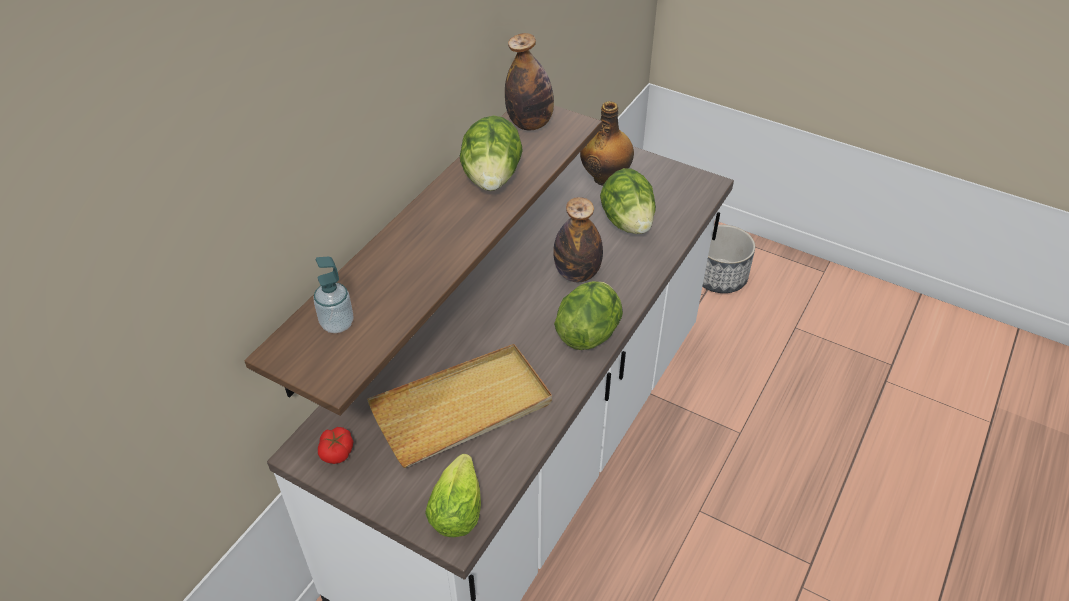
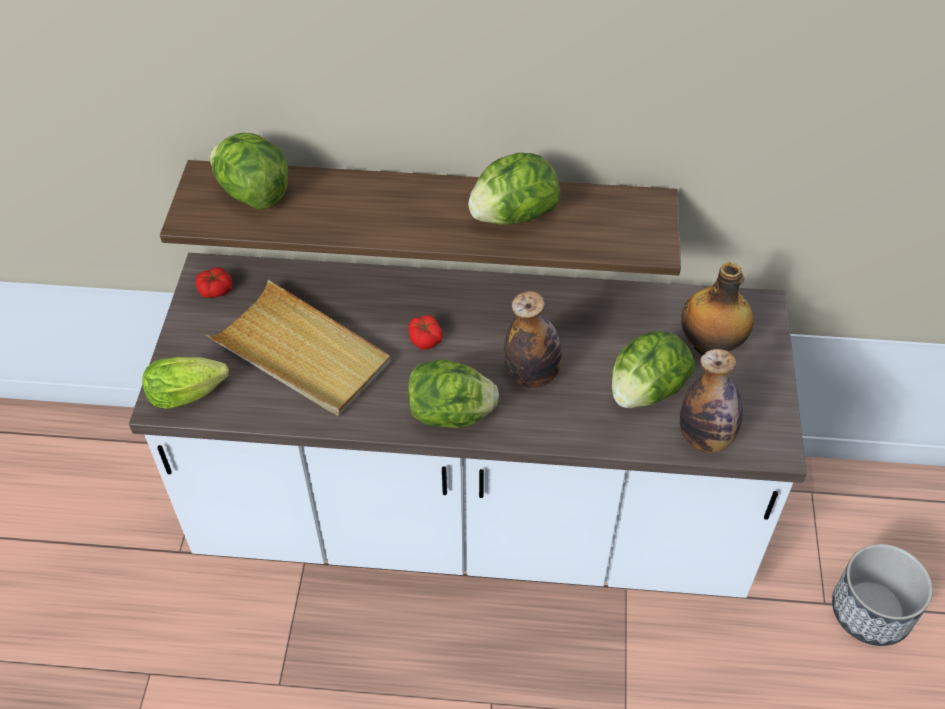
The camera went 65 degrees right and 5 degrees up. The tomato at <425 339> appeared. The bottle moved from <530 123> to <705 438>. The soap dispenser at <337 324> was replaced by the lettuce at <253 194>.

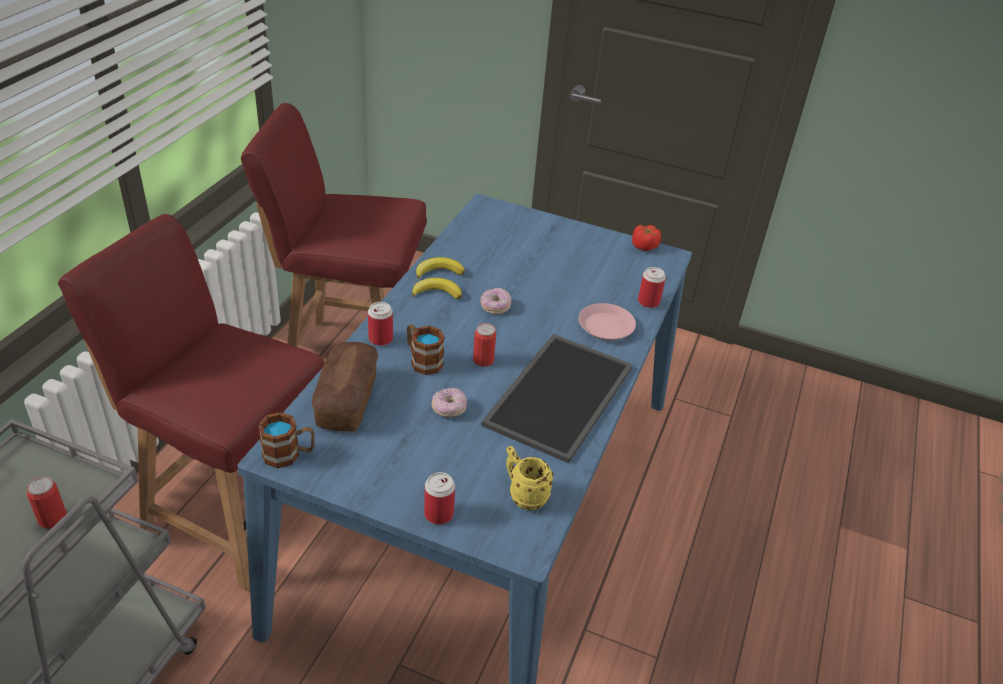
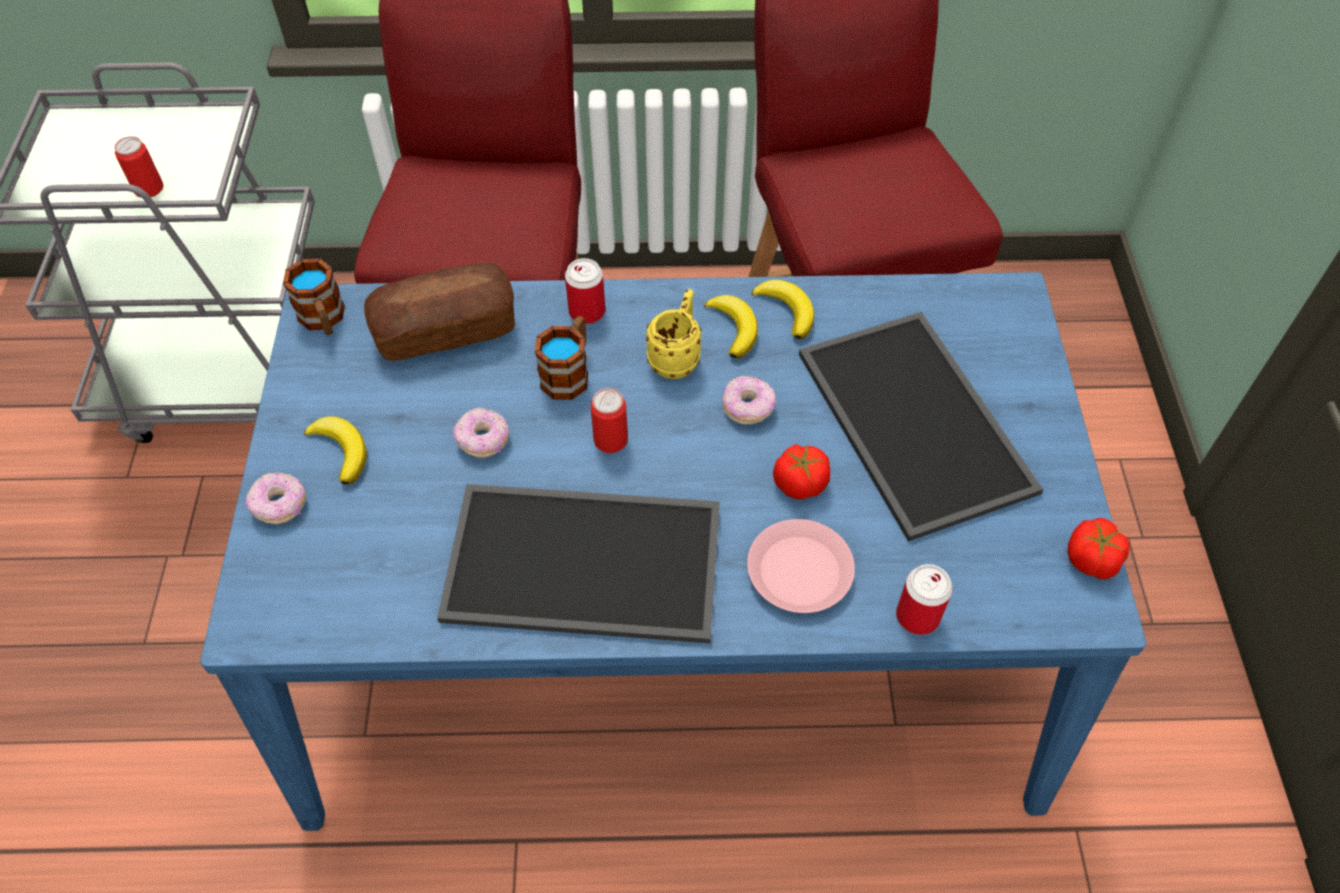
The camera went 70 degrees right and 15 degrees up. The banana at <341 450> appeared. The tomato at <799 483> appeared. The tray at <919 422> appeared. The yellow mug moved from <523 494> to <677 357>. The can at <438 514> was replaced by the donut at <280 505>.

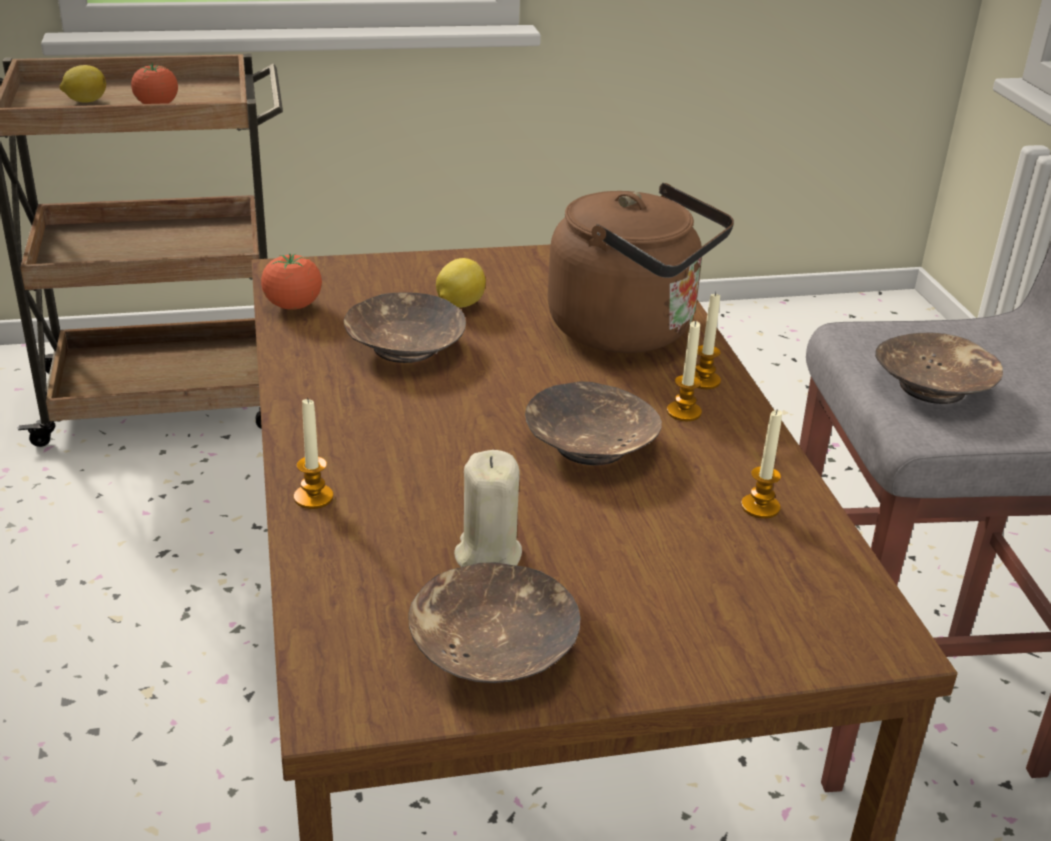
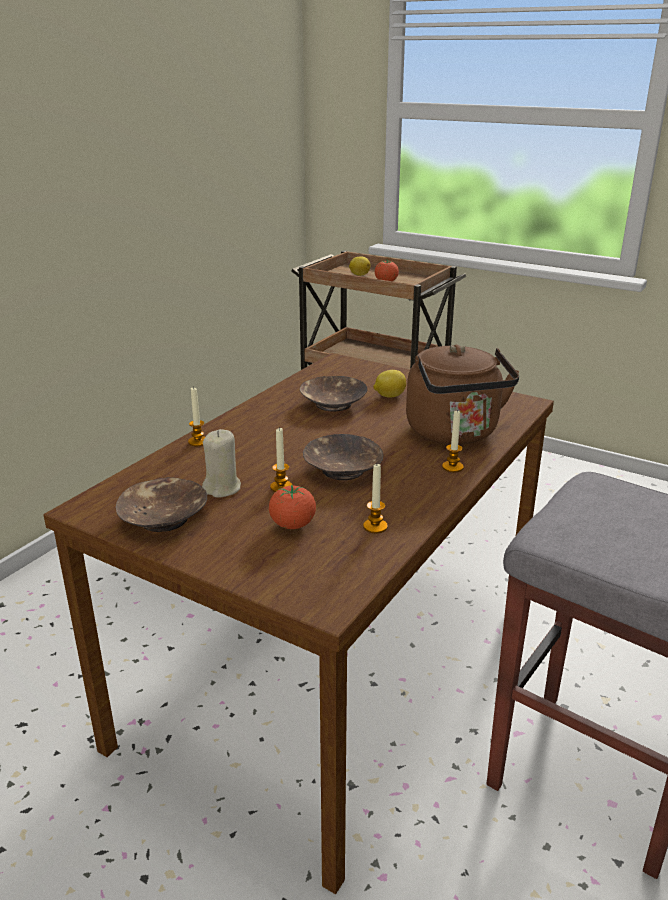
The camera went 45 degrees right and 5 degrees down. The brown bowl at <933 387> disappeared. The tomato moved from <293 306> to <292 525>. The candle moved from <684 412> to <281 487>.

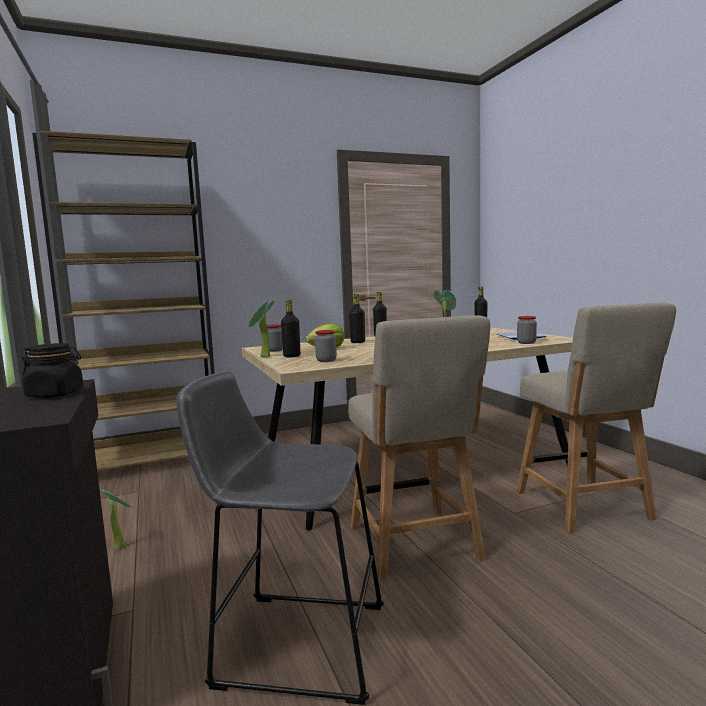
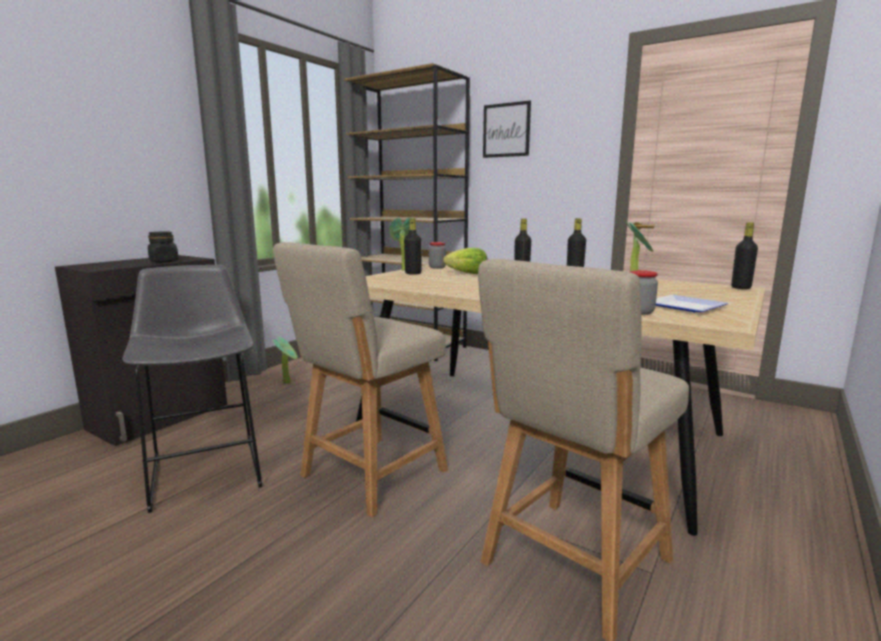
The camera went 55 degrees right and 5 degrees up. The jar at <326 360> disappeared. The picture at <506 130> appeared.

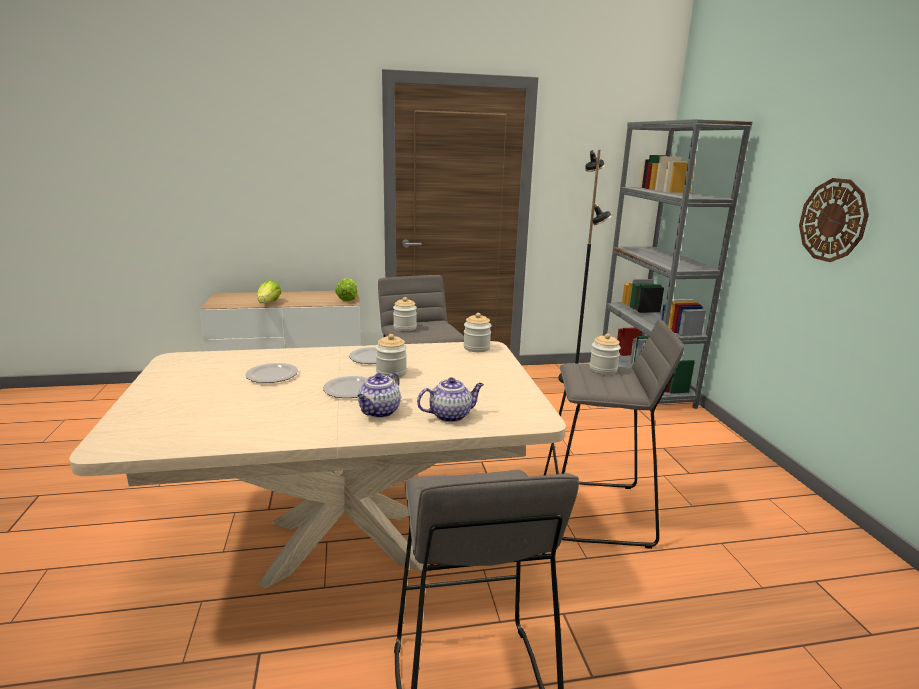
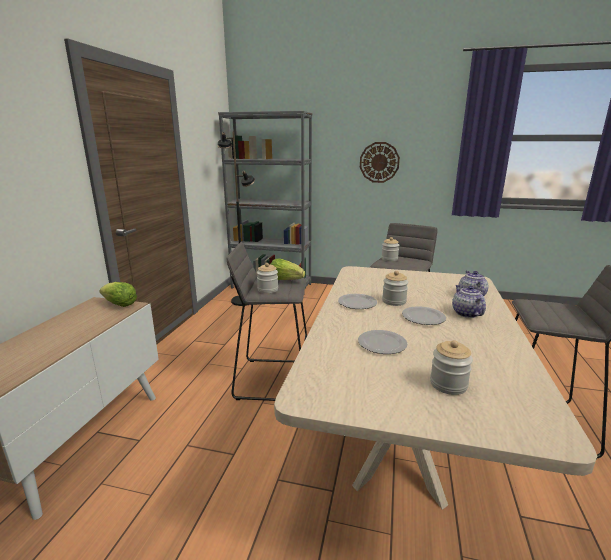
The camera went 65 degrees left and 0 degrees up. The lettuce moved from <268 303> to <285 280>. The jar moved from <476 348> to <448 384>. The teapot at <379 412> turned 150 degrees counterclockwise.

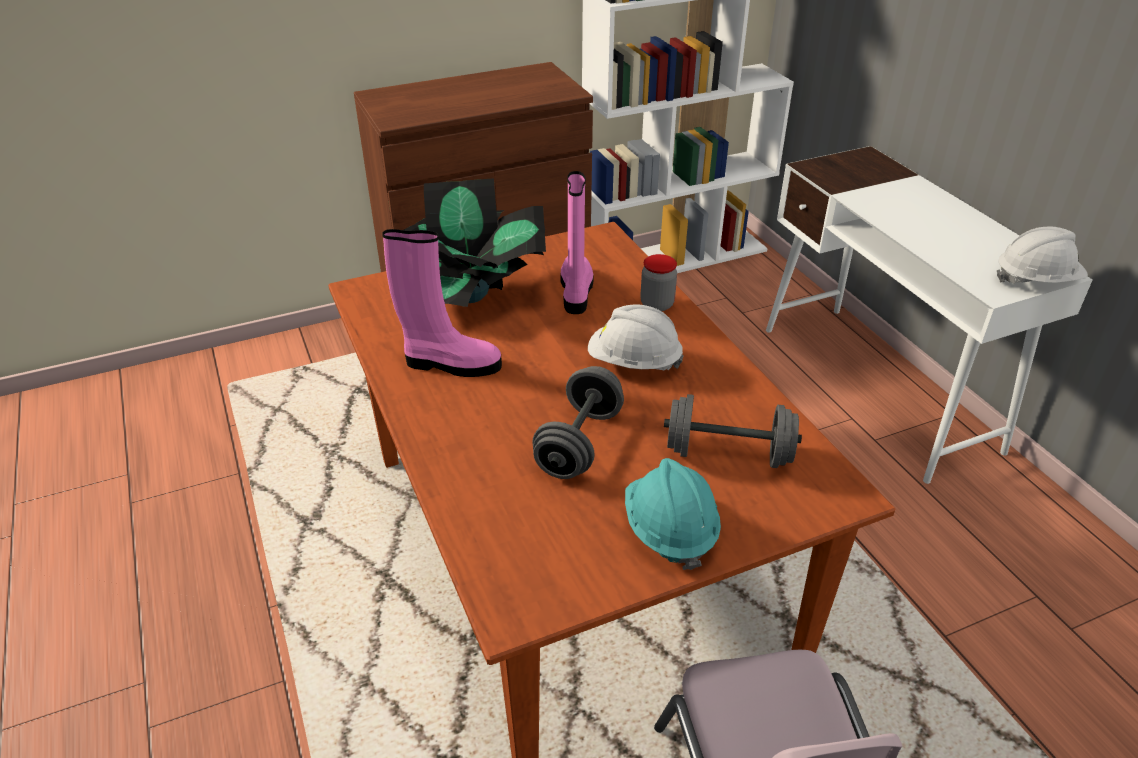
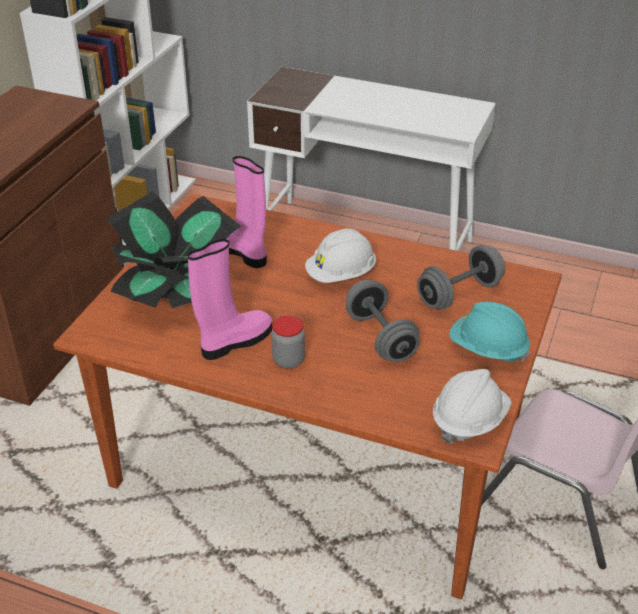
The camera went 45 degrees left and 0 degrees up. The jar moved from <657 304> to <288 360>. The white hard hat moved from <1036 280> to <469 420>.

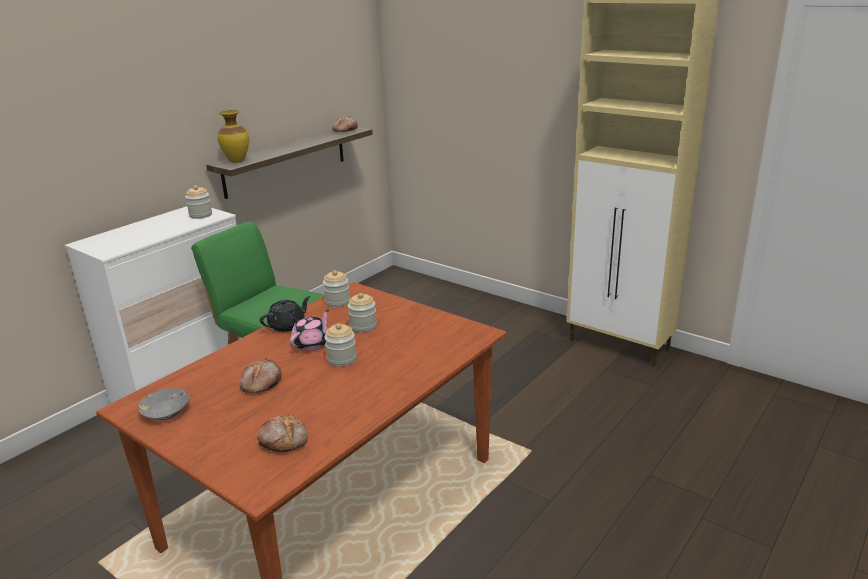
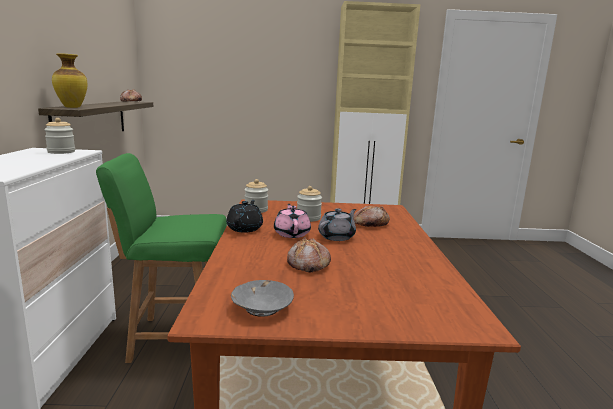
The camera went 40 degrees left and 10 degrees down. The bread moved from <284 440> to <370 223>. The jar at <342 359> was replaced by the grey teapot at <337 236>.

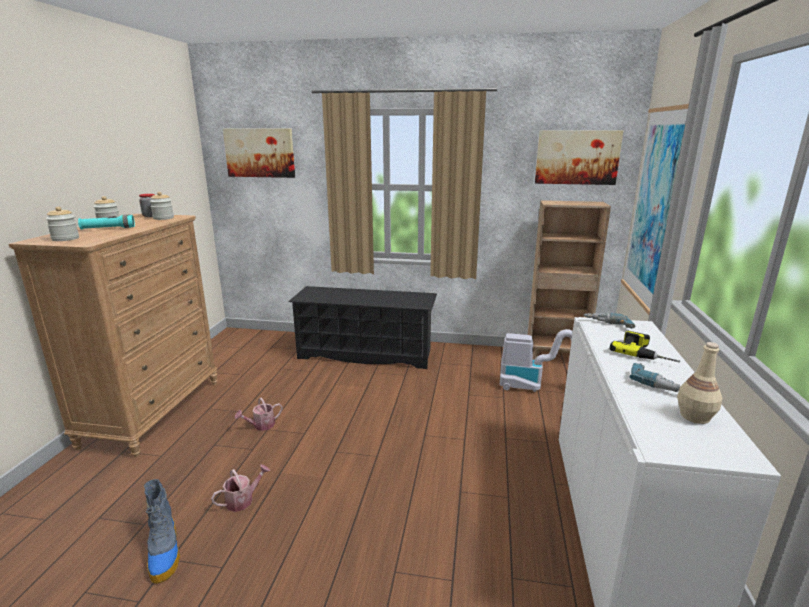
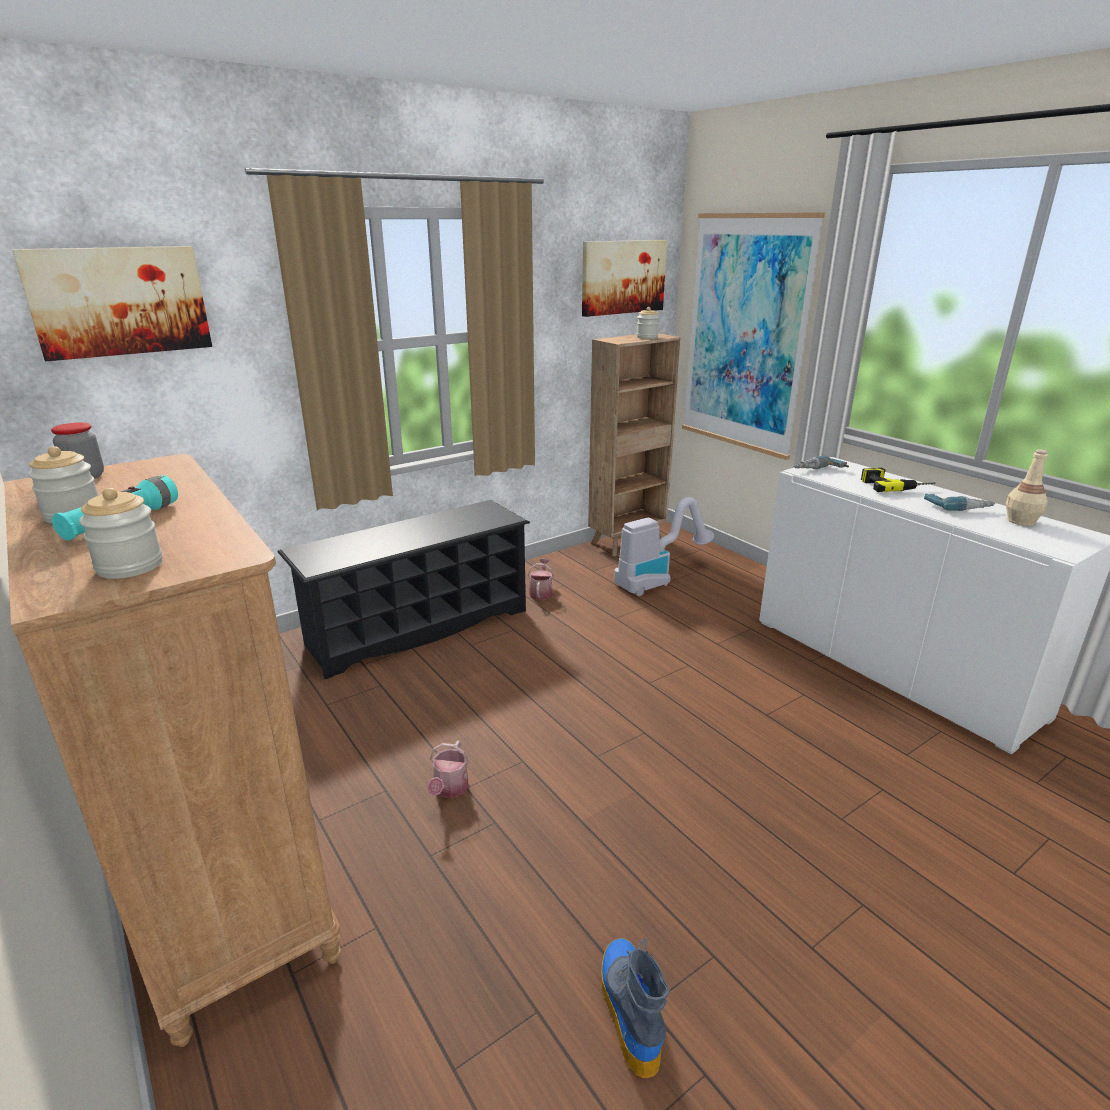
The camera went 45 degrees left and 5 degrees up. The jar moved from <163 218> to <647 337>. The watering can moved from <243 500> to <541 592>. The boot at <164 553> turned 120 degrees counterclockwise.

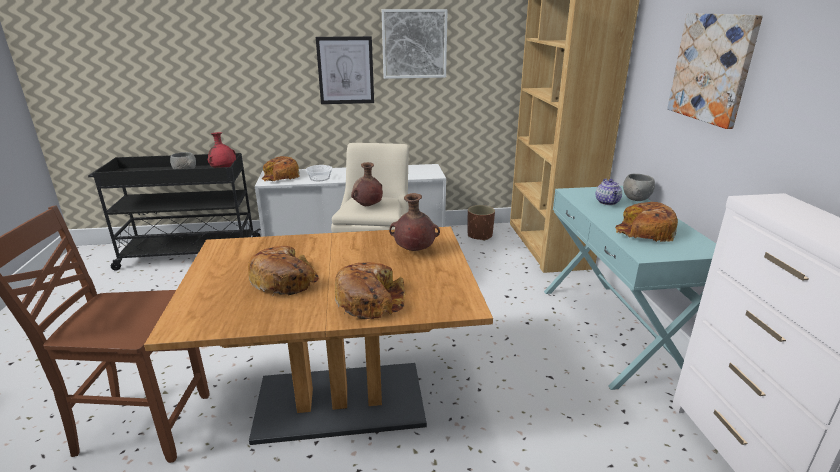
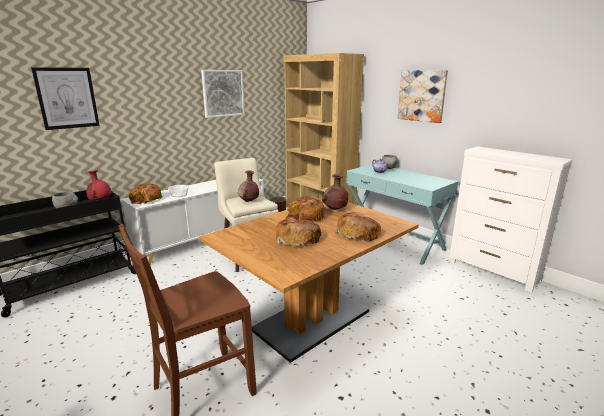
The camera went 35 degrees left and 5 degrees down. The picture moved from <345 70> to <67 98>. The bread moved from <643 232> to <304 217>.

